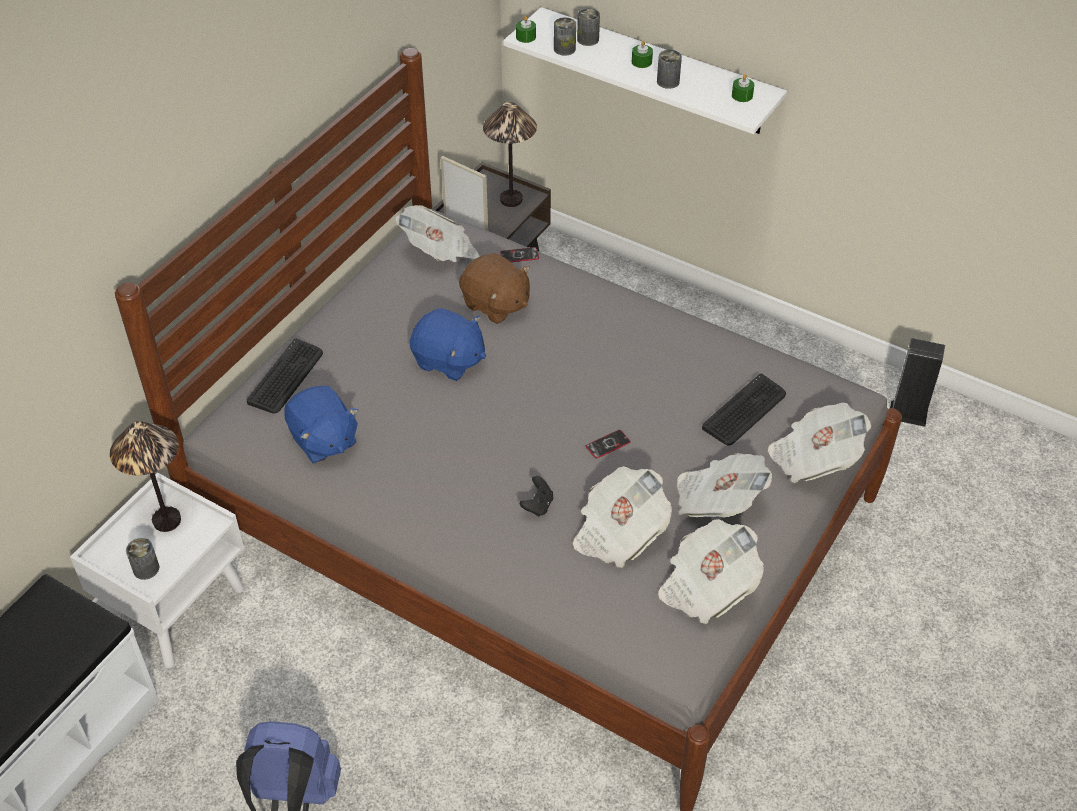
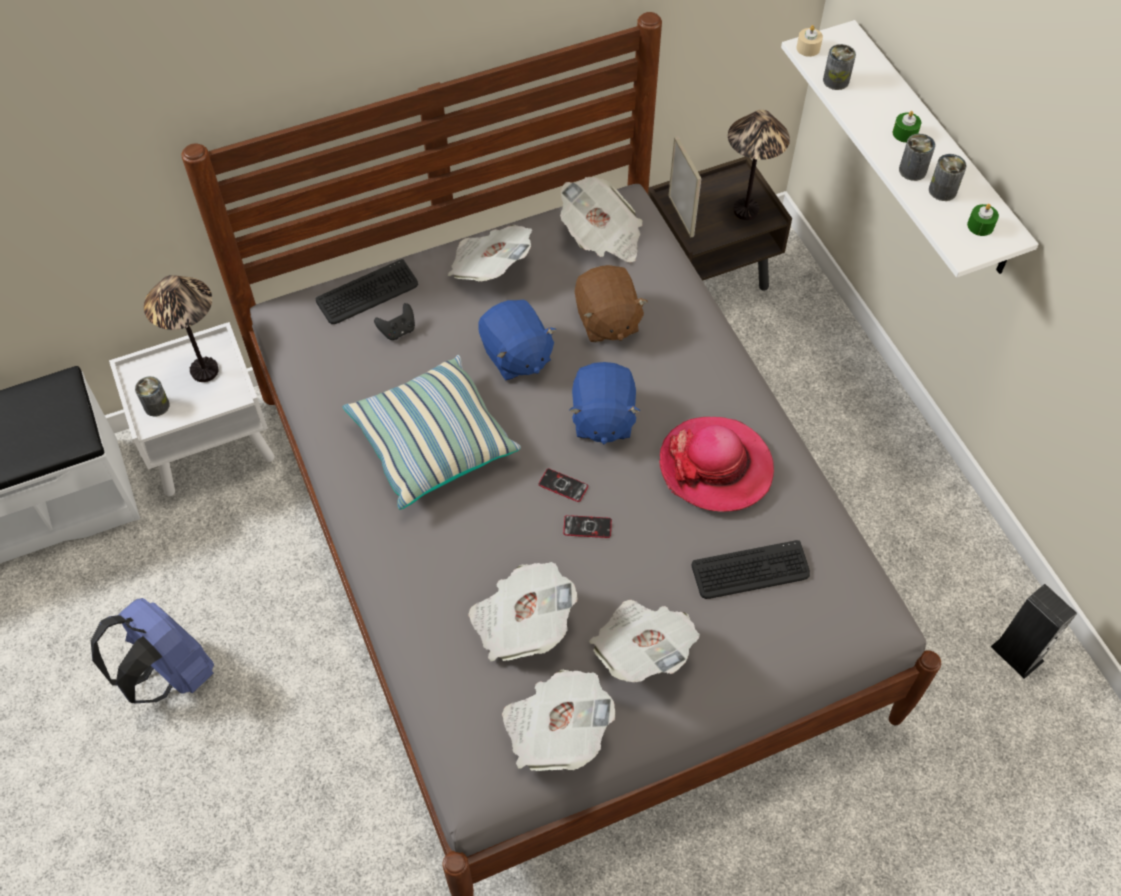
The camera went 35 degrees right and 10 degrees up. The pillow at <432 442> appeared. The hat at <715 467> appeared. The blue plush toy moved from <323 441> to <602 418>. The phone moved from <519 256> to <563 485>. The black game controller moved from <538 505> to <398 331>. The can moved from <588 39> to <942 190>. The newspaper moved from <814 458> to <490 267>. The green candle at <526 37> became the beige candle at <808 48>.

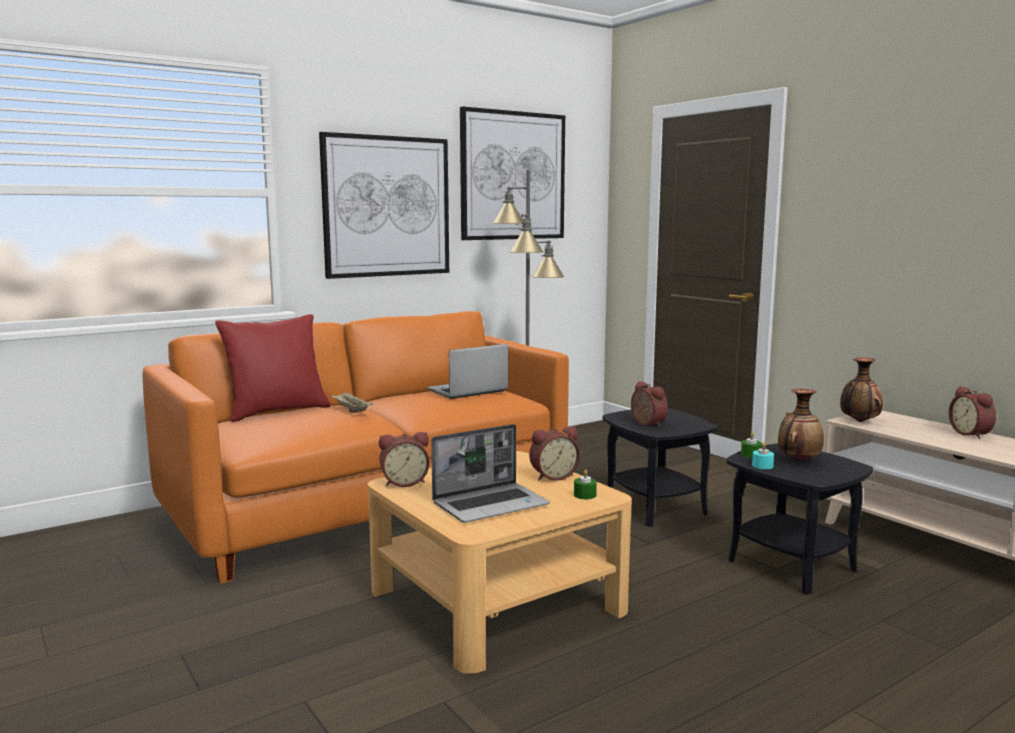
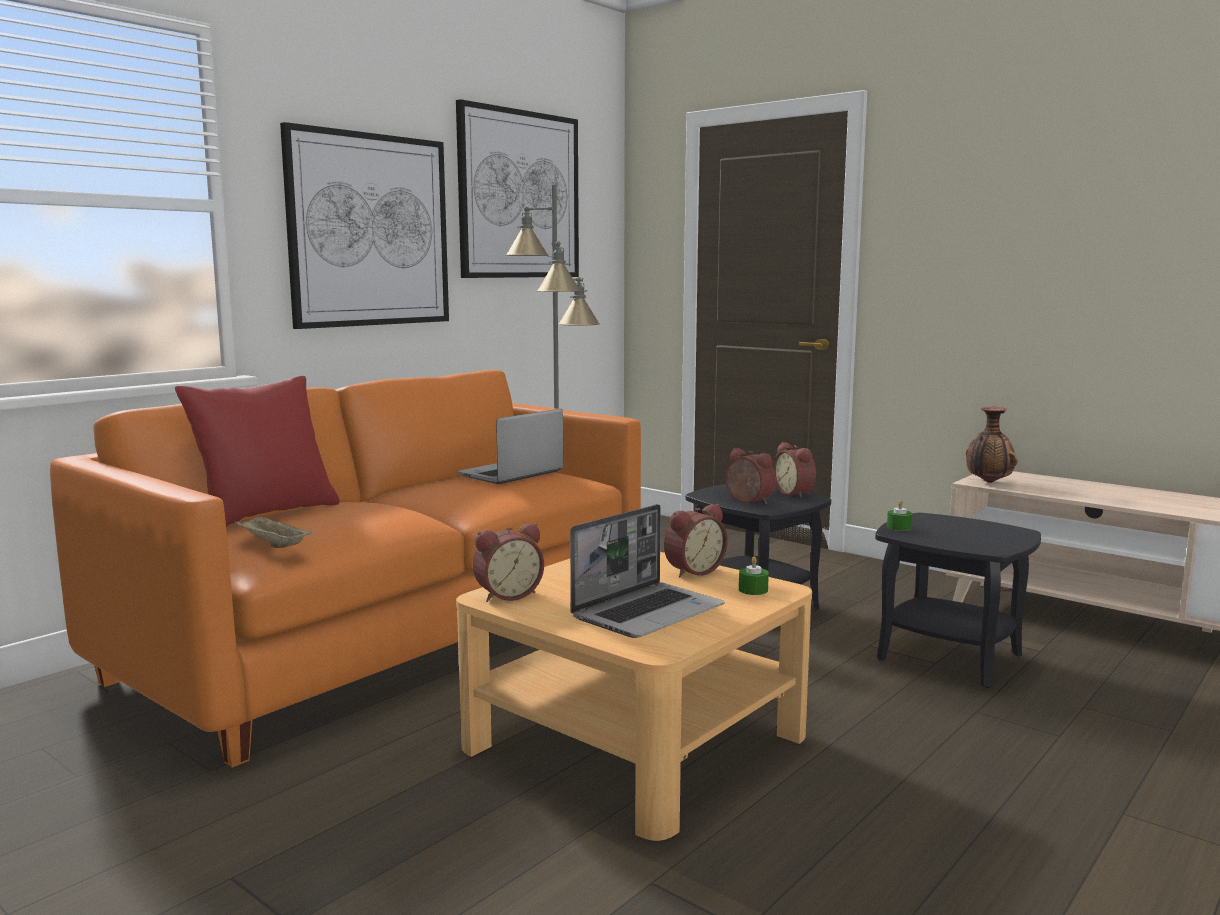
The camera went 15 degrees left and 0 degrees up. The turquoise candle at <762 466> disappeared. The vase at <798 460> disappeared. The beige tray moved from <350 410> to <273 545>. The alarm clock moved from <971 434> to <795 493>.

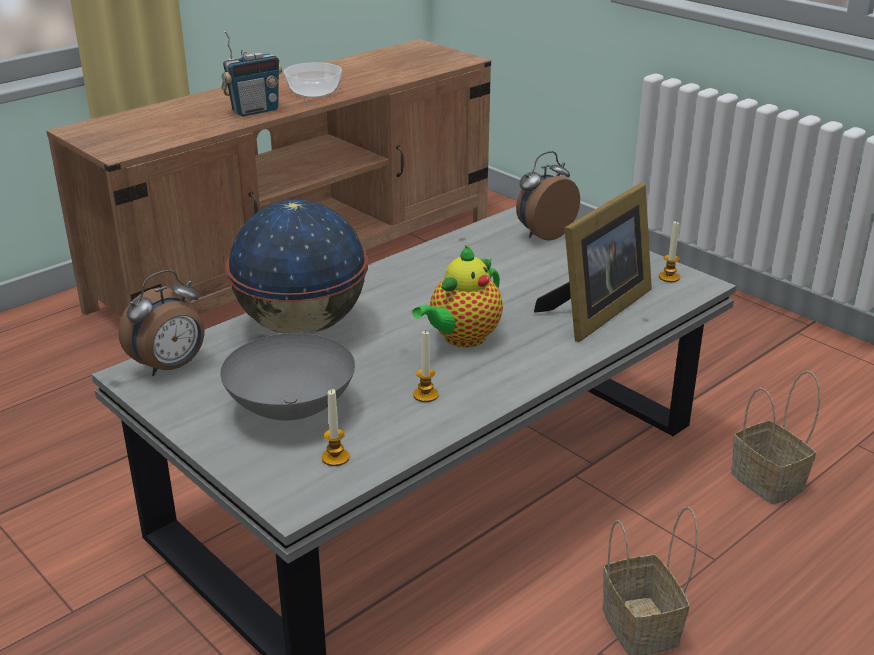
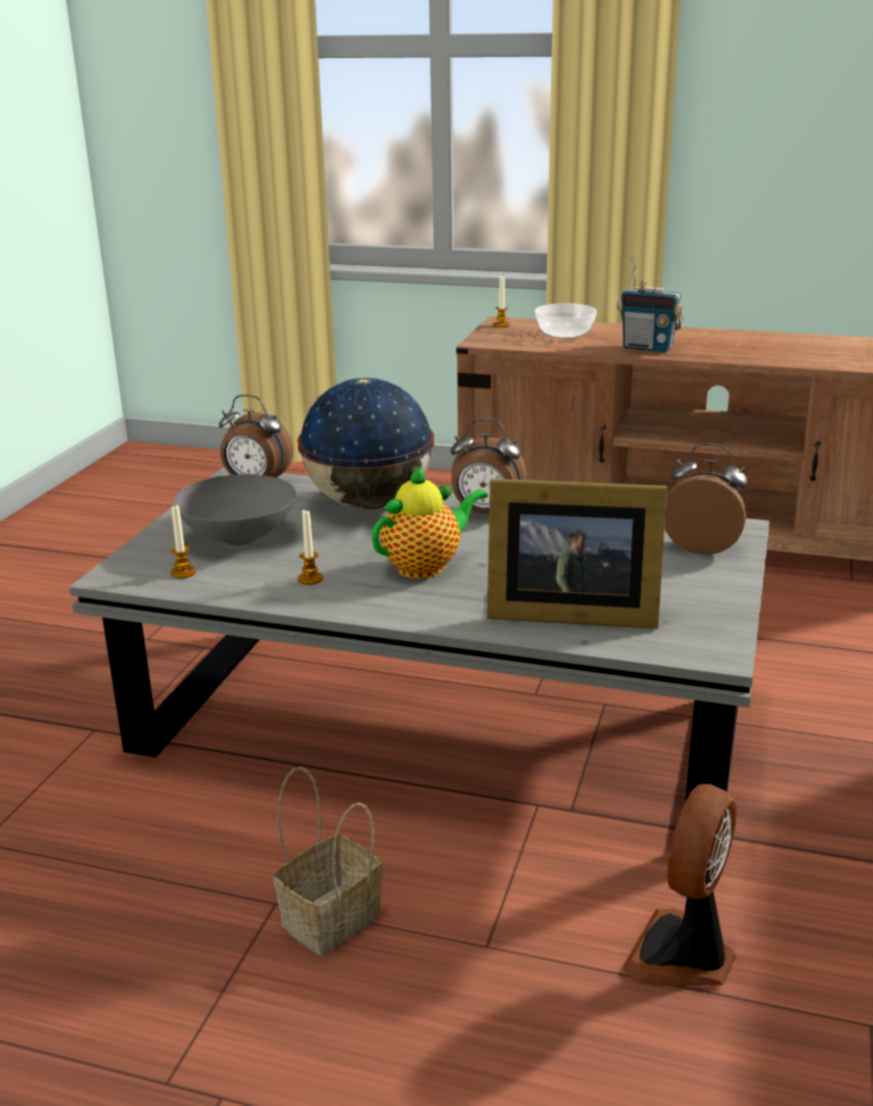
The camera went 60 degrees right and 5 degrees down. The alarm clock at <486 514> appeared. The bowl moved from <313 93> to <564 334>. The candle moved from <669 277> to <501 325>. The basket at <770 482> was replaced by the fan at <684 956>. The teapot at <461 338> turned 135 degrees clockwise.

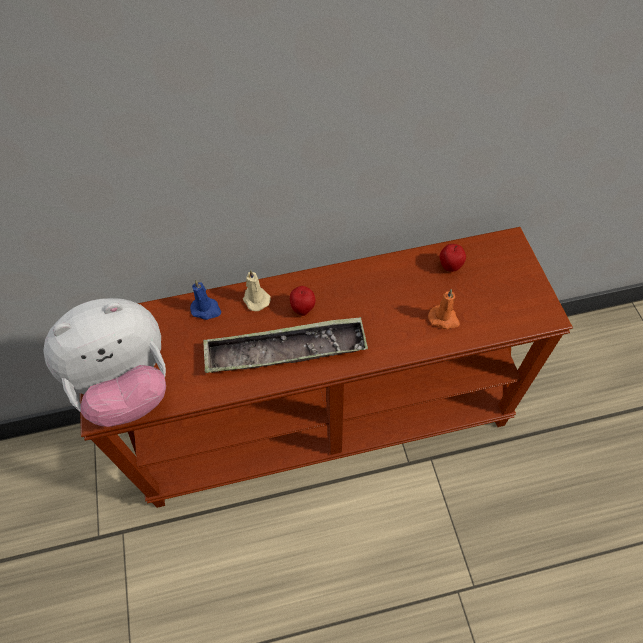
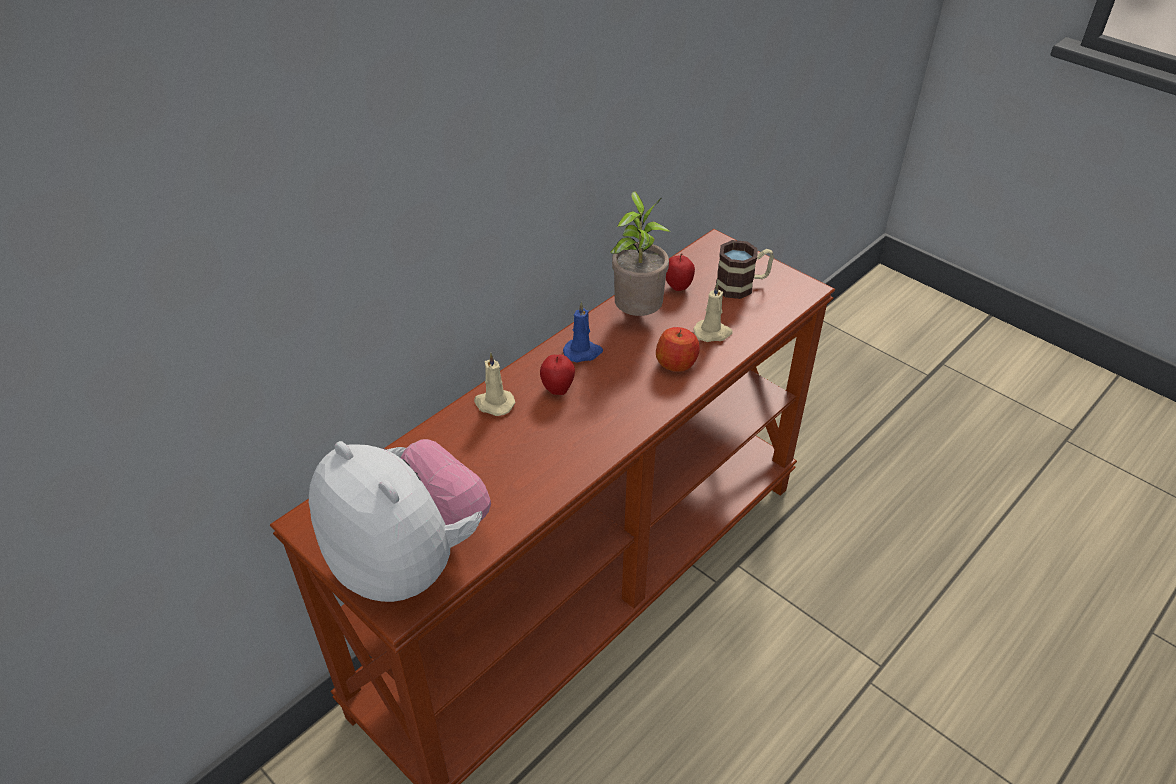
The camera went 35 degrees left and 15 degrees down. The tray at <285 351> disappeared. The potted plant at <637 315> appeared. The apple at <676 363> appeared. The mug at <742 285> appeared. The blue candle moved from <206 309> to <583 352>. The orange candle at <444 318> became the beige candle at <713 333>. The plush toy at <127 385> turned 75 degrees counterclockwise.

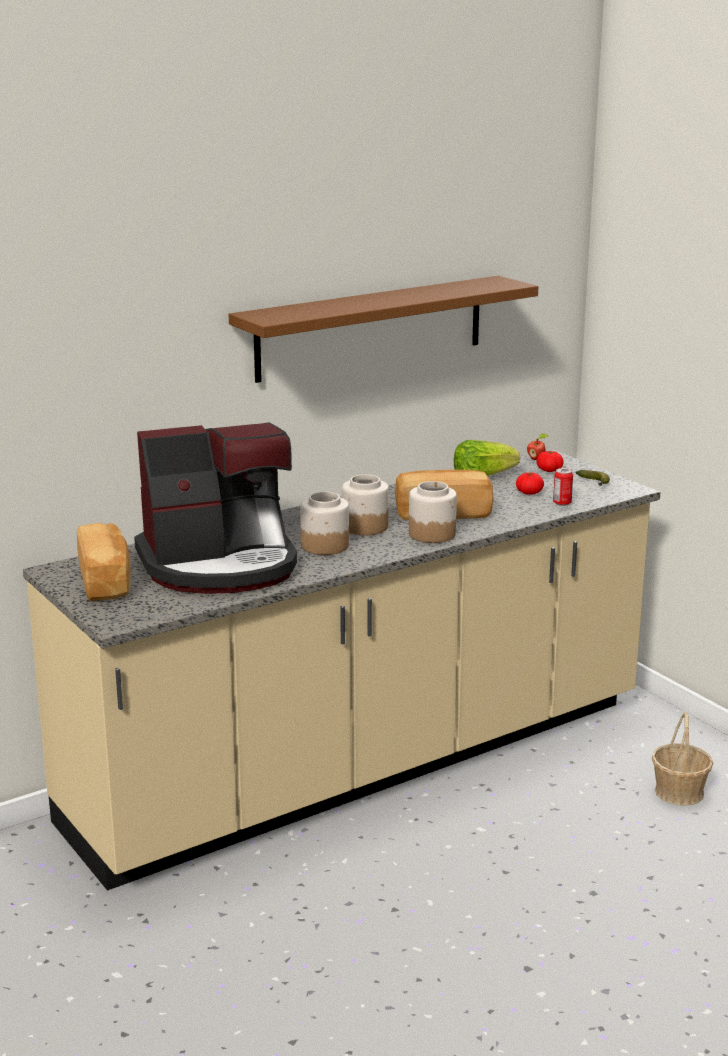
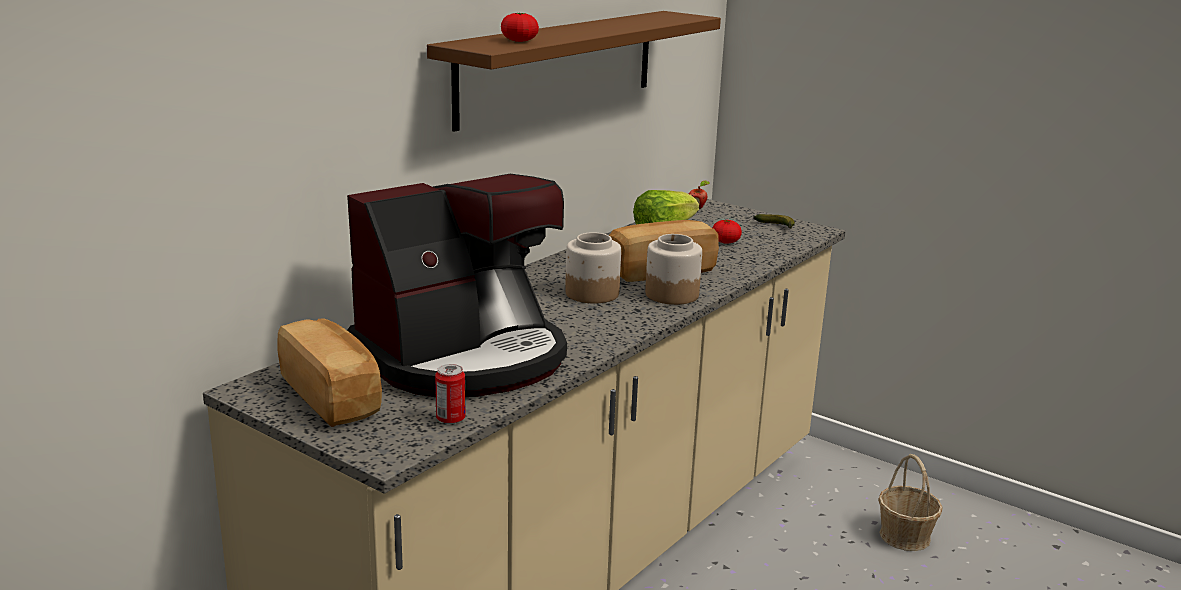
The camera went 20 degrees left and 0 degrees up. The jar at <324 546> disappeared. The tomato moved from <549 470> to <519 41>. The can moved from <562 503> to <450 419>.

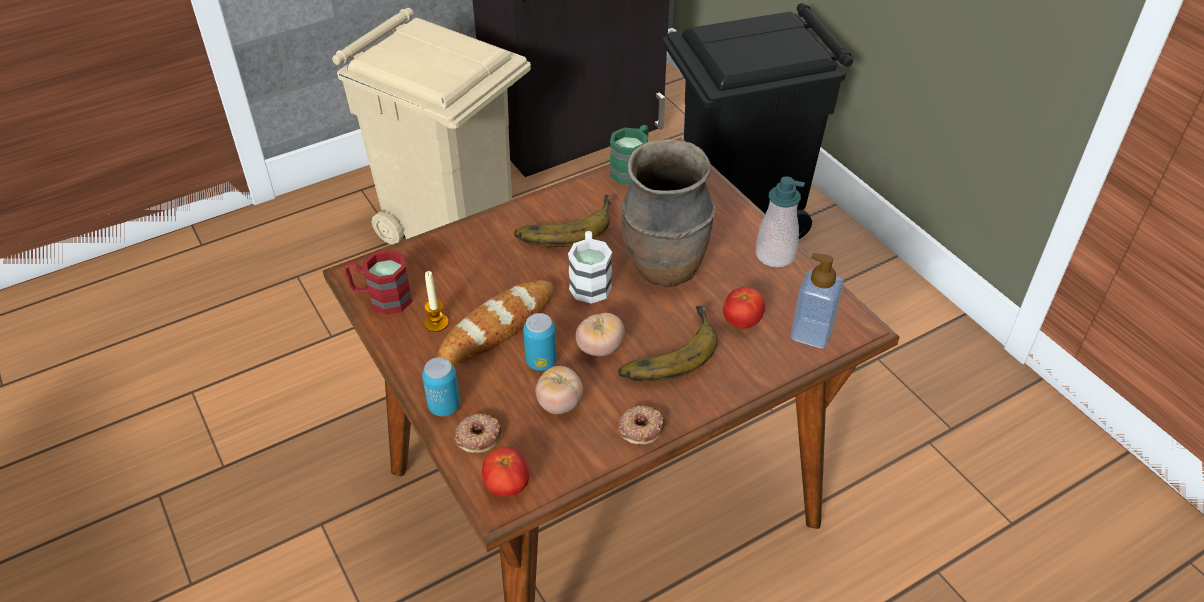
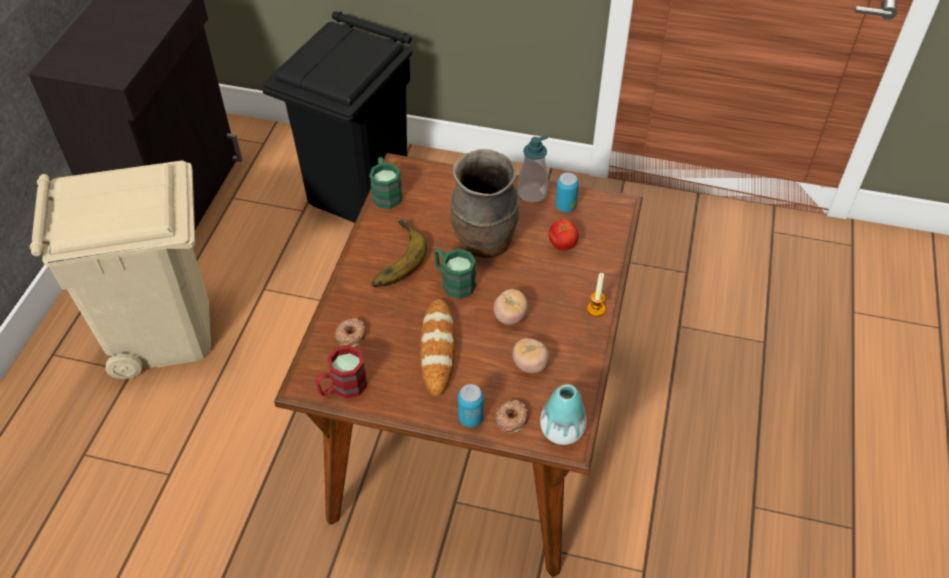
The camera went 45 degrees left and 5 degrees up. The banana at <664 350> disappeared. The soap dispenser at <811 333> disappeared. The candle moved from <436 323> to <596 309>. The can moved from <541 361> to <565 206>. The donut moved from <640 427> to <351 335>. The tomato at <507 486> was replaced by the vase at <562 431>. The white mug at <590 281> became the green mug at <453 282>.

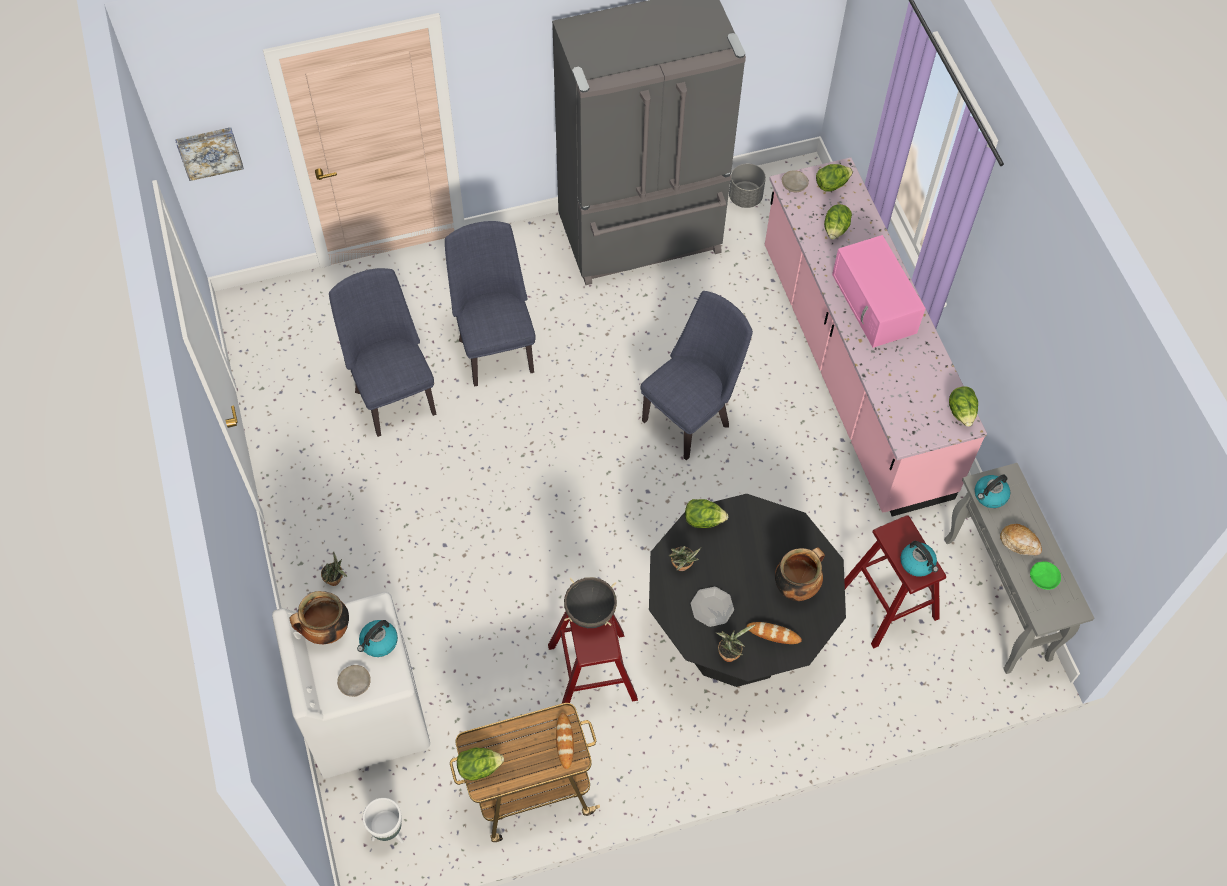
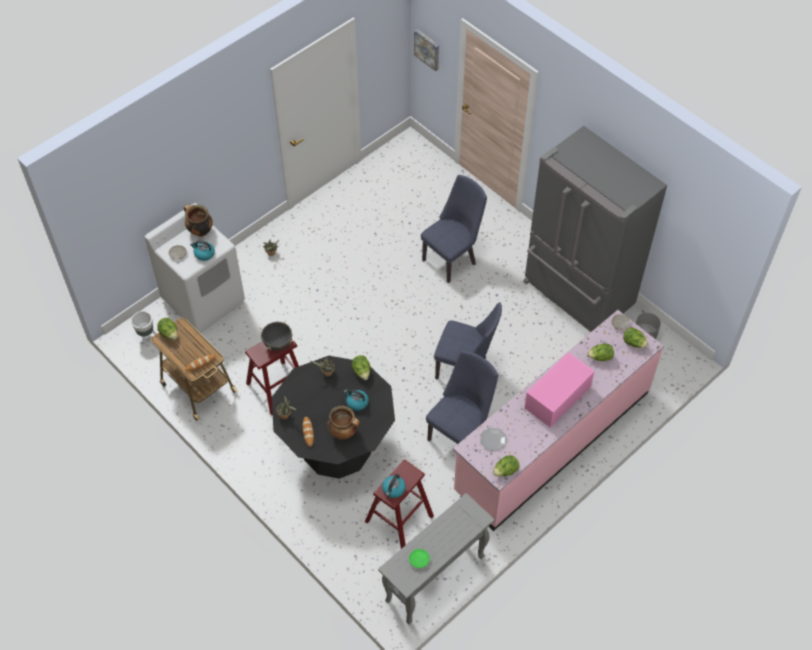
The camera went 65 degrees right and 5 degrees down. The bread at <1019 542> disappeared. The blue chair moved from <393 396> to <459 434>. The plate moved from <712 607> to <493 440>. The kettle moved from <990 496> to <356 402>.

